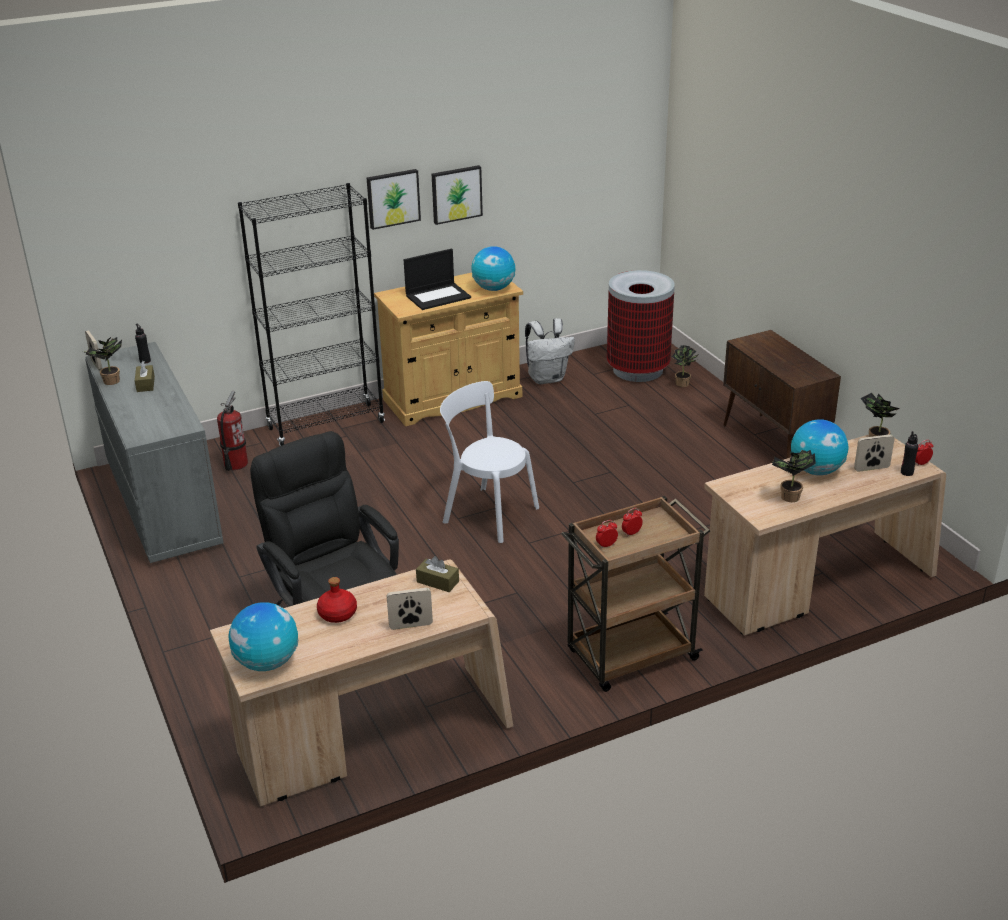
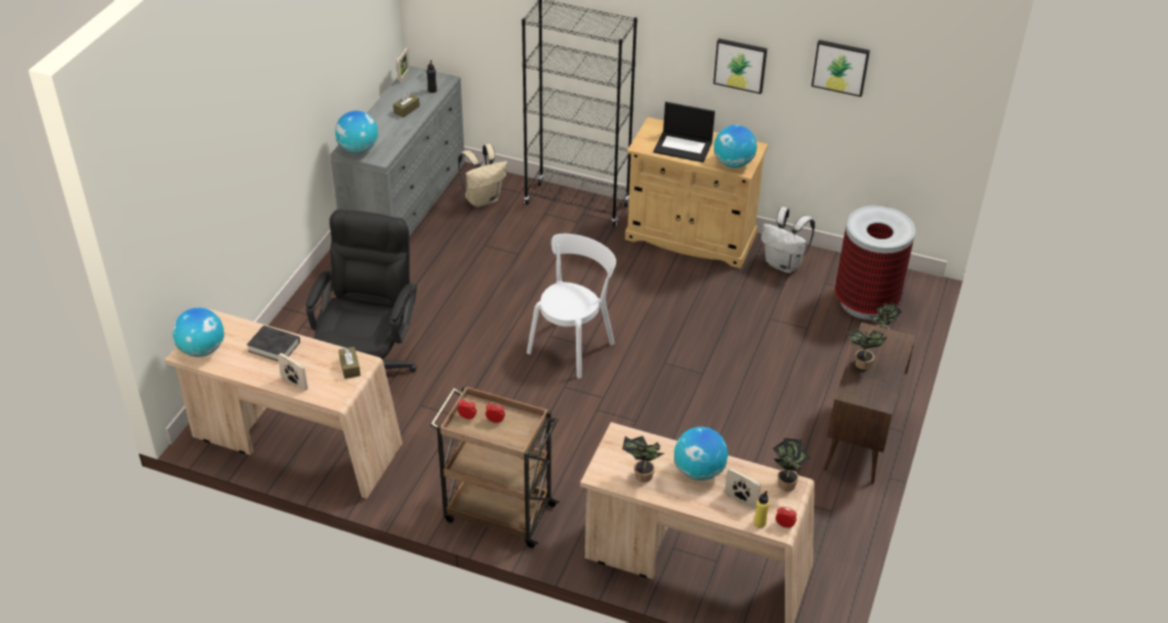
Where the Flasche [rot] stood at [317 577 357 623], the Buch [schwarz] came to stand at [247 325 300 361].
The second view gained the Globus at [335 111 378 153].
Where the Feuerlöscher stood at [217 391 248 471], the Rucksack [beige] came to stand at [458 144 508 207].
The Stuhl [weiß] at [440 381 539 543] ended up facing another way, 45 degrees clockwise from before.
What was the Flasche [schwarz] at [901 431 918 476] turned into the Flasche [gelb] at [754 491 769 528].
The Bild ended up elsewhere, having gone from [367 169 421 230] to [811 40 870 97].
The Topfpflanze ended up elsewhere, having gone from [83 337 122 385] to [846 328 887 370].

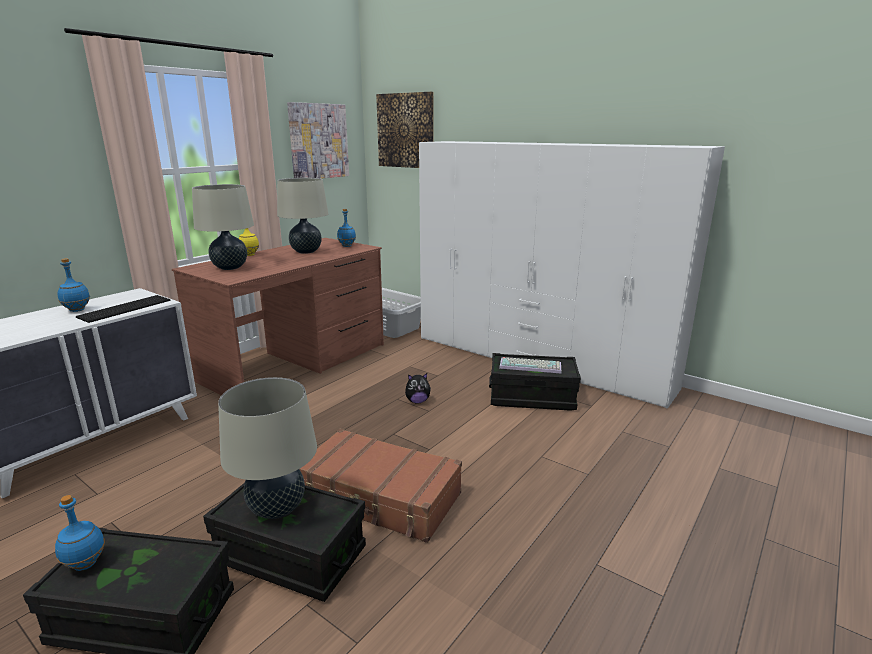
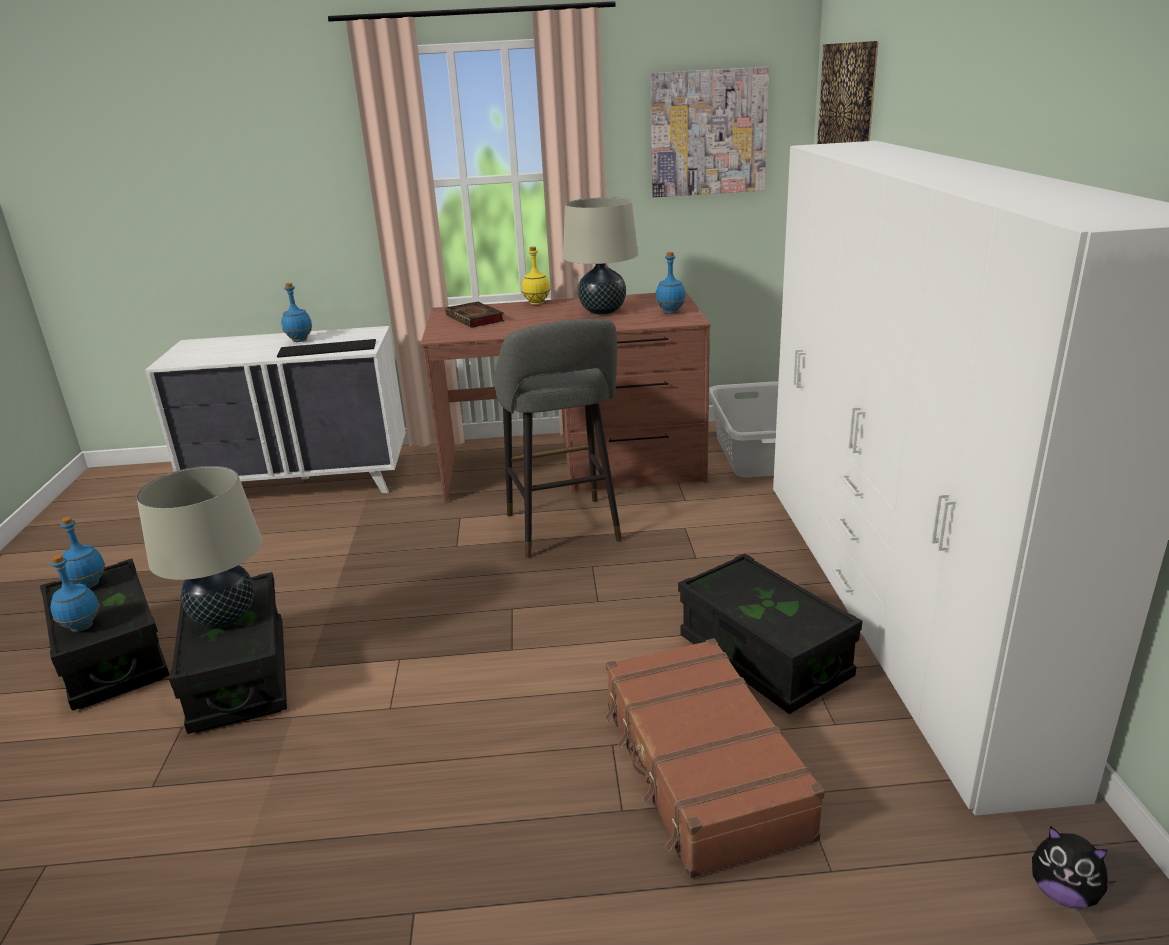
The second view gained the Flasche [blau] at [51 555 99 632].
Where the Tischlampe [beige] stood at [192 184 254 270], the Buch came to stand at [445 302 505 328].
The second view gained the Hocker [grau] at [495 319 622 558].
The Koffer [braun] ended up elsewhere, having gone from [300 429 462 543] to [605 638 825 878].
The Plüschtier ended up elsewhere, having gone from [405 373 431 404] to [1032 826 1116 909].
The second view lost the Tastatur at [499 357 562 374].

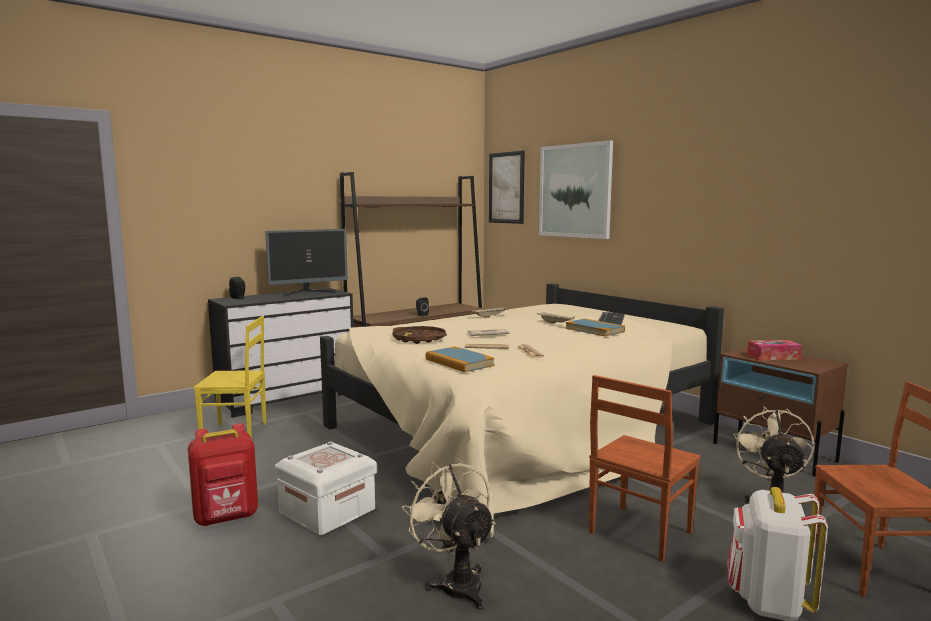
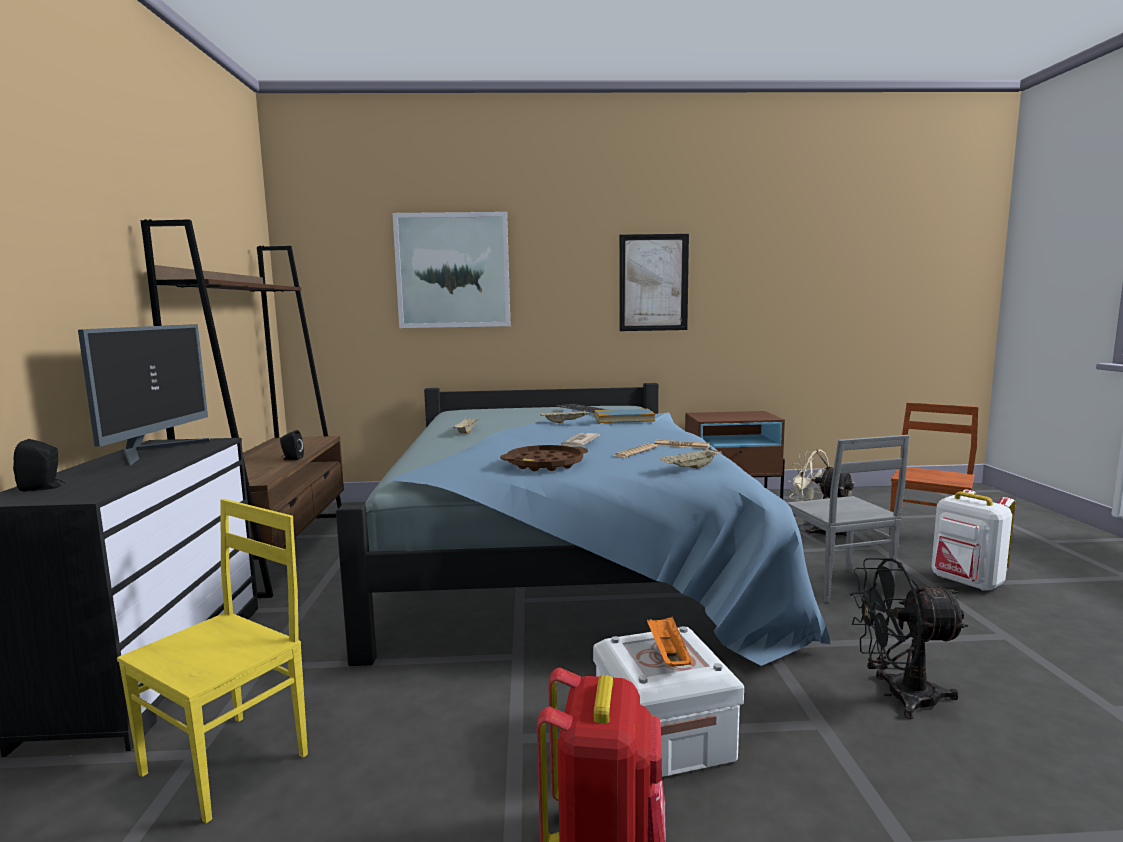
What was the Bett [beige] at [320 283 724 537] turned into the Bett [blau] at [336 383 830 666].
The Bild ended up elsewhere, having gone from [489 151 525 224] to [619 234 689 331].
The second view gained the Tablett [orange] at [647 616 693 667].
Where the Buch stood at [426 347 495 372], the Tablett [beige] came to stand at [659 447 722 469].
What was the Stuhl [braun] at [589 375 700 562] turned into the Stuhl [grau] at [787 435 909 603].
What was the Ventilator [beige] at [402 458 495 610] turned into the Ventilator [schwarz] at [849 558 969 719].
The second view lost the Taschentuchbox at [747 340 802 360].

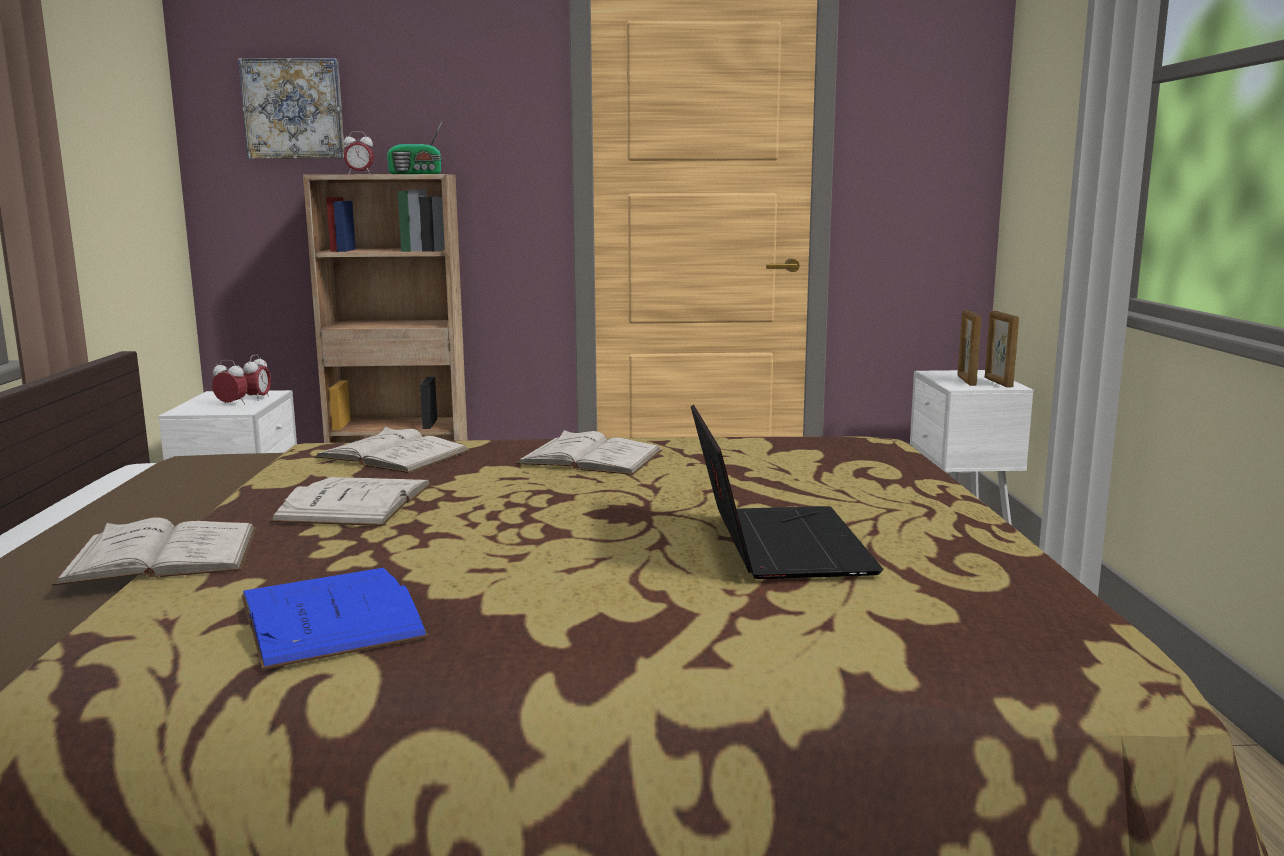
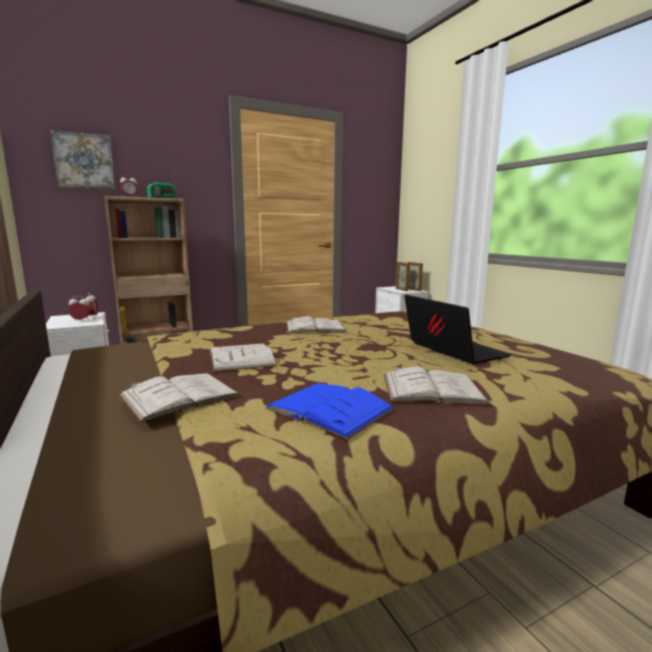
The Buch [weiß] ended up elsewhere, having gone from [314 426 469 473] to [384 366 490 405].

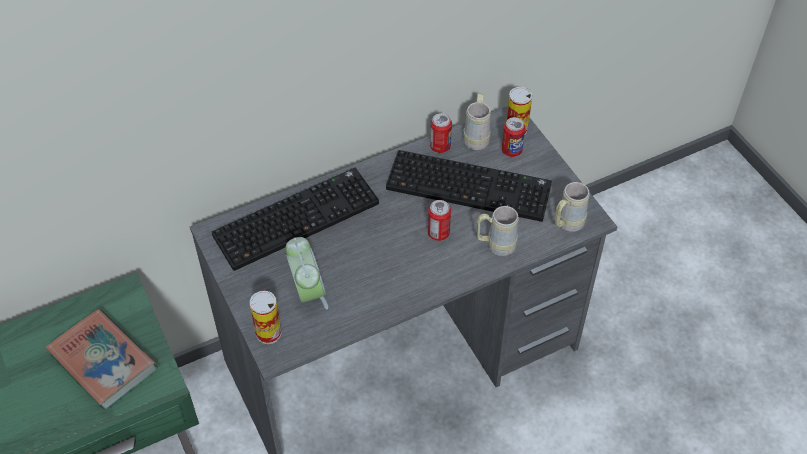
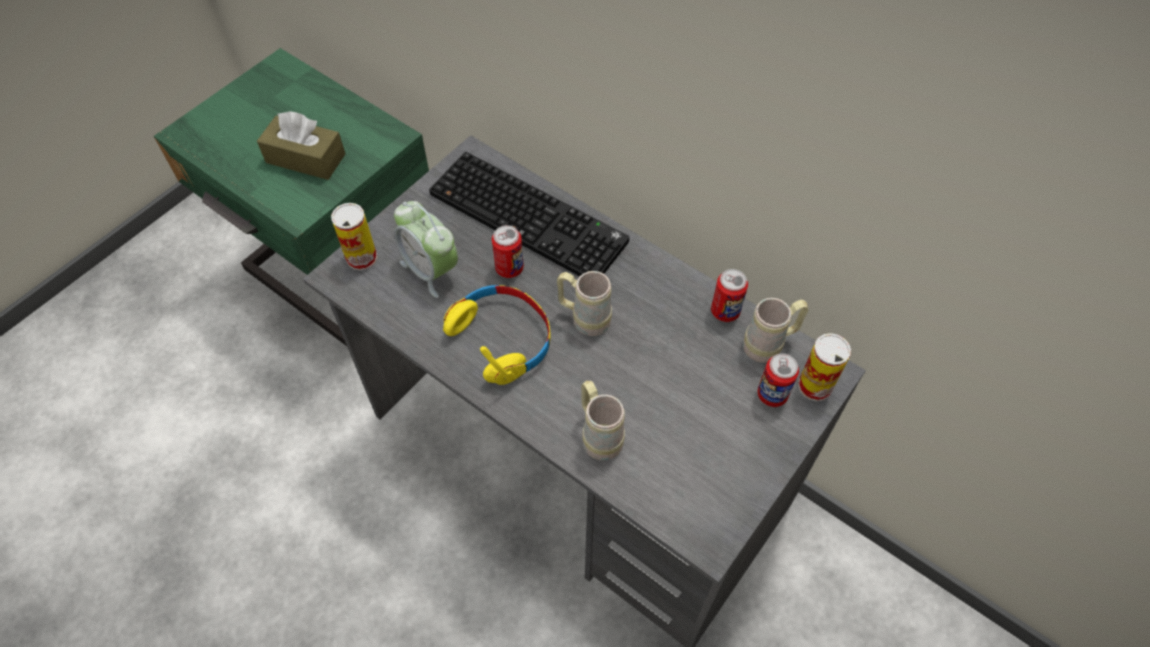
Where the Buch stood at [45 309 158 411], the Taschentuchbox [braun] came to stand at [257 111 345 180].
The Wecker at [286 237 328 309] ended up facing another way, 90 degrees clockwise from before.
The second view gained the Kopfhörer [gelb] at [443 285 551 385].
The Dose ended up elsewhere, having gone from [428 200 451 241] to [492 225 524 278].
The Henkelbecher [beige] ended up elsewhere, having gone from [554 182 590 232] to [557 271 612 336].
The second view lost the Tastatur at [386 150 552 222].

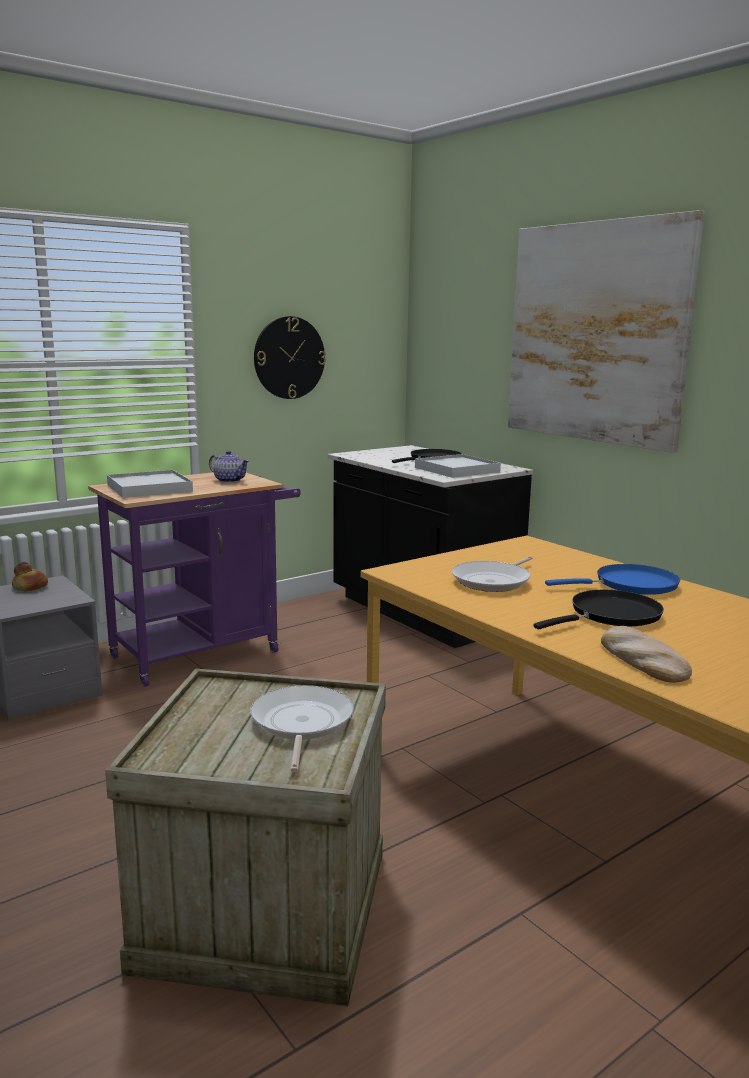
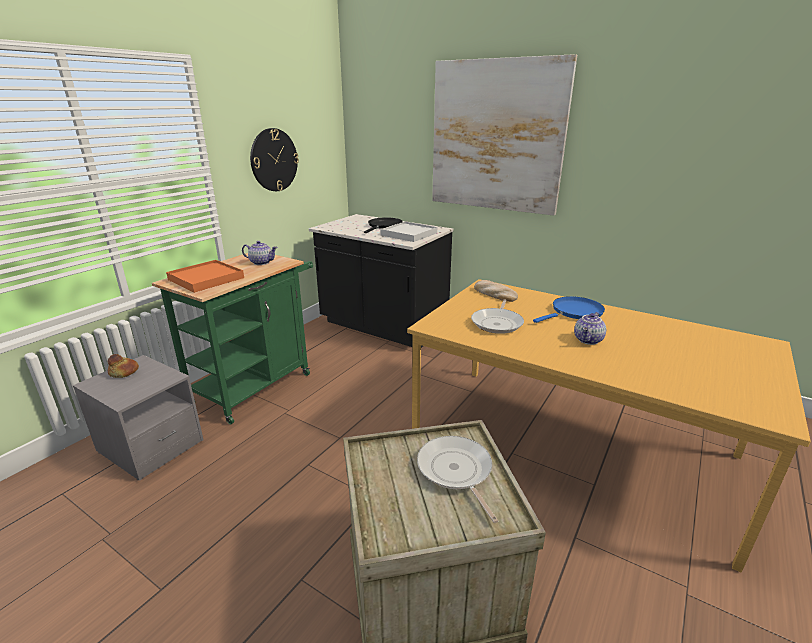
What was the Rollwagen [lila] at [88 472 301 687] turned into the Rollwagen [grün] at [152 253 313 424].
What was the Tablett [weiß] at [107 470 193 498] turned into the Tablett [orange] at [166 260 244 293].
The Brot ended up elsewhere, having gone from [601 626 692 683] to [474 280 518 302].
Where the Pfanne [schwarz] stood at [533 590 664 629], the Teekanne came to stand at [574 312 606 345].

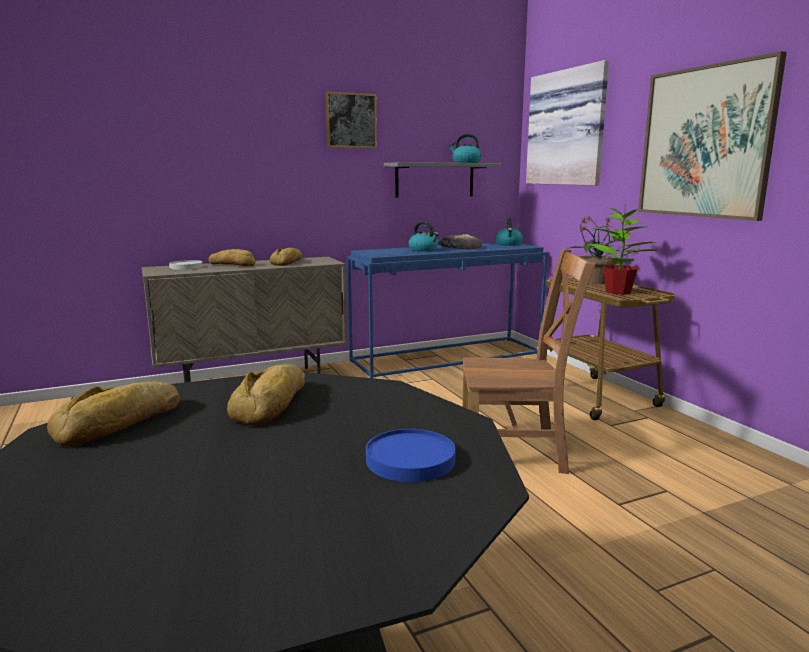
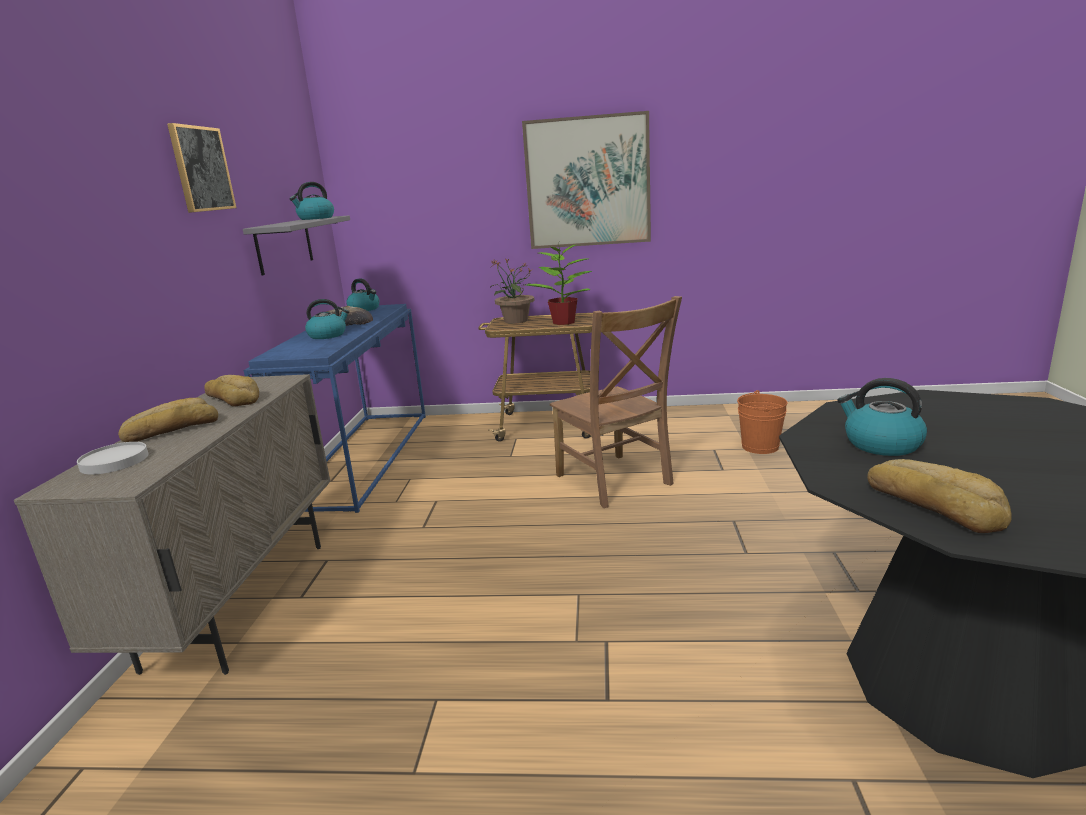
The Stuhl [braun] at [462 249 596 474] ended up facing another way, 120 degrees clockwise from before.
The second view gained the Eimer [orange] at [737 390 788 454].
Where the Brot stood at [227 364 305 426], the Wasserkessel came to stand at [837 378 927 456].
The second view lost the Teller [blau] at [366 429 456 482].
The second view lost the Bild at [526 60 609 186].

